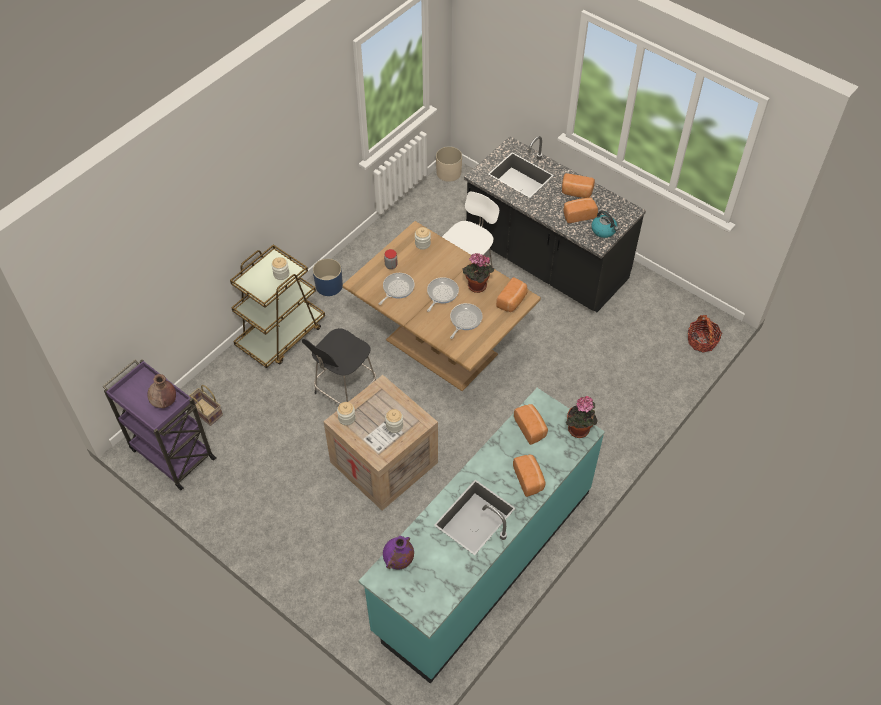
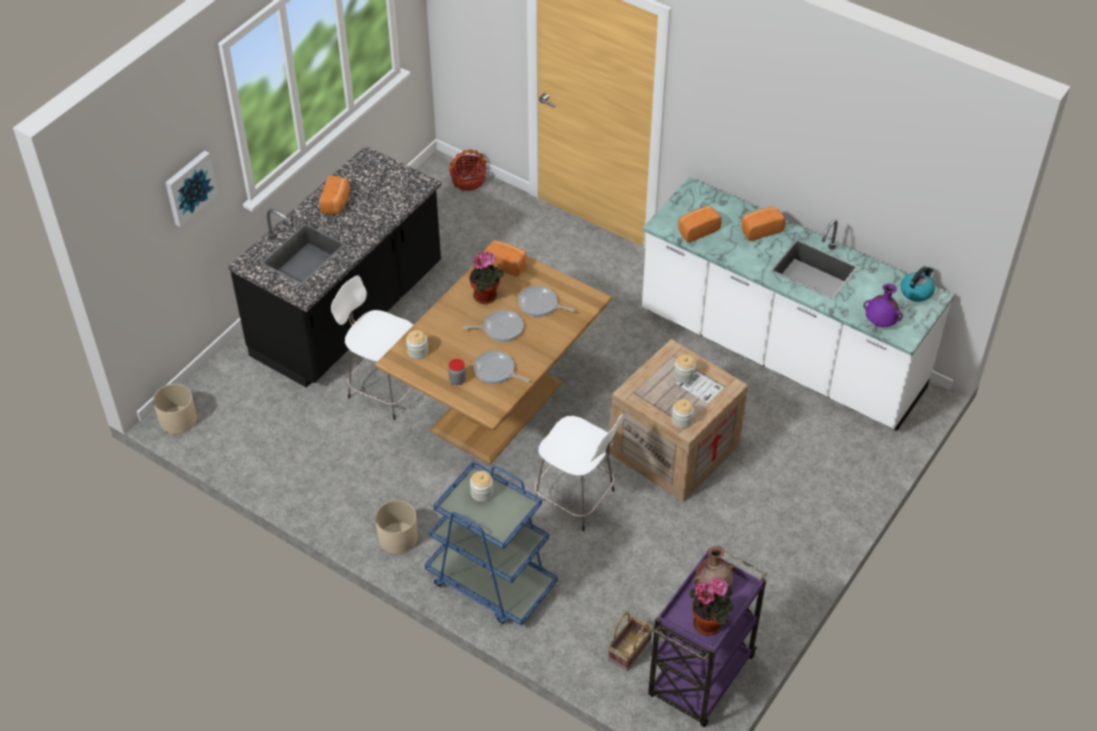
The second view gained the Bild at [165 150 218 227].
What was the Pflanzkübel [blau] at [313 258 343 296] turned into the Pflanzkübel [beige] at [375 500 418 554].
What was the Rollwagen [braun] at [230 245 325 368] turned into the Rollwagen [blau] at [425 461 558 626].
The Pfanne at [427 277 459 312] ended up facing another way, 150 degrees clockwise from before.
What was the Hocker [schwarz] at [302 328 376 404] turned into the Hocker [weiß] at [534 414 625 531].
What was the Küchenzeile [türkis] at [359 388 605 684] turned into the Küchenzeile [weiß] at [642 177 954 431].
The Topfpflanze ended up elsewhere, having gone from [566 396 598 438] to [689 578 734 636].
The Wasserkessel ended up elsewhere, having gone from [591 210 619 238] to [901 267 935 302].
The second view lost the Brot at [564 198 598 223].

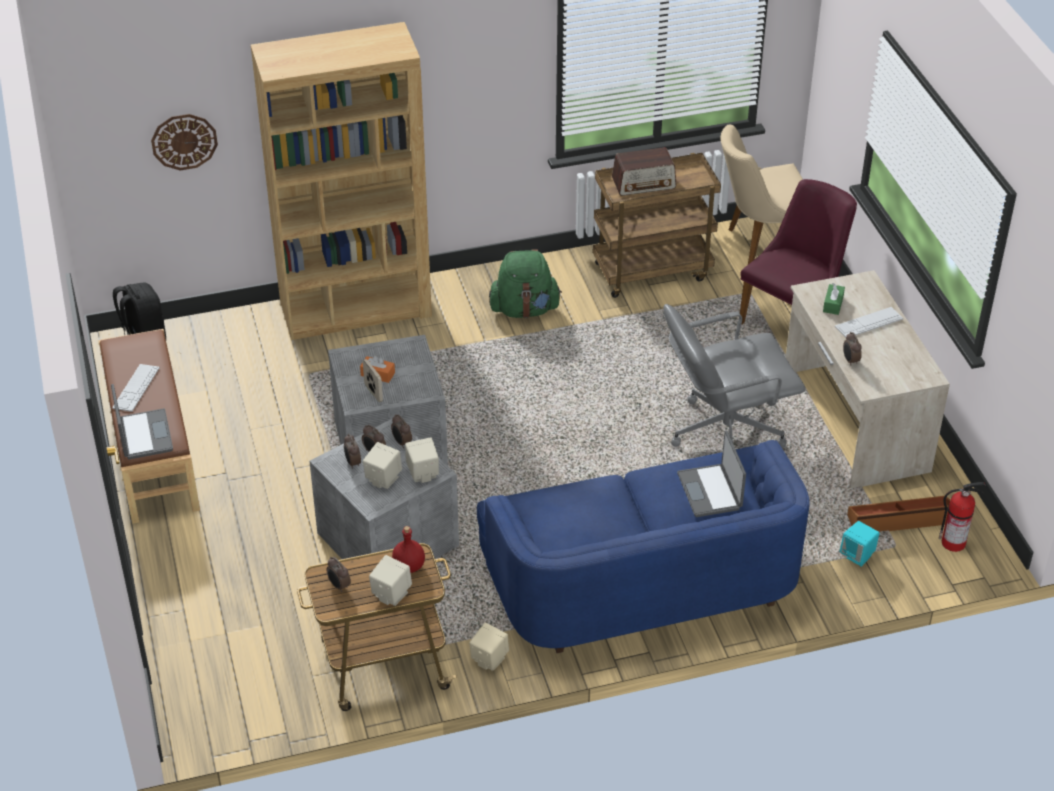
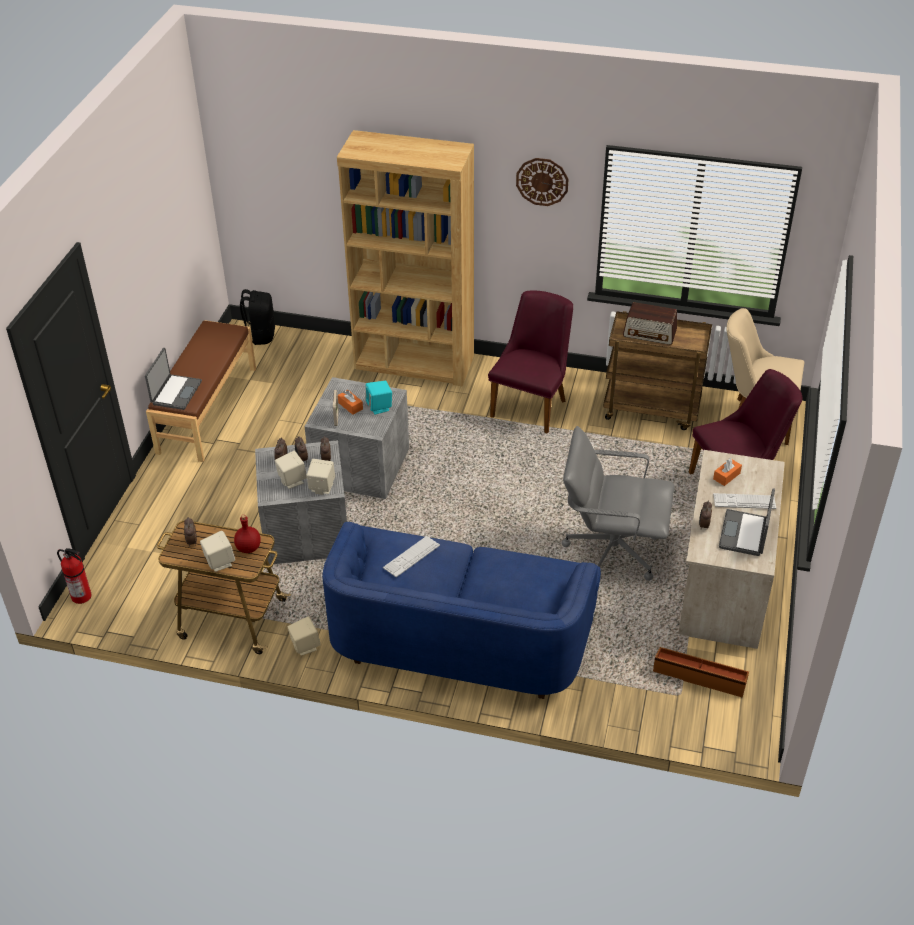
The Feuerlöscher ended up elsewhere, having gone from [939 482 986 552] to [57 548 92 604].
The Lautsprecher [türkis] ended up elsewhere, having gone from [840 521 880 567] to [365 381 392 415].
The Tastatur ended up elsewhere, having gone from [112 364 160 412] to [383 536 440 577].
Where the Rucksack [grün] stood at [489 250 562 318], the Stuhl [lila] came to stand at [488 290 573 434].
The Wanduhr ended up elsewhere, having gone from [151 114 218 170] to [516 158 568 206].
What was the Taschentuchbox [grün] at [823 283 845 315] turned into the Taschentuchbox [orange] at [713 458 742 486].
The Laptop ended up elsewhere, having gone from [677 431 746 517] to [719 488 775 556].

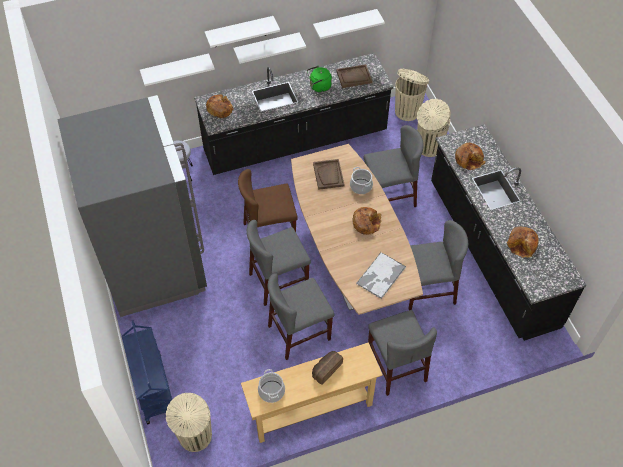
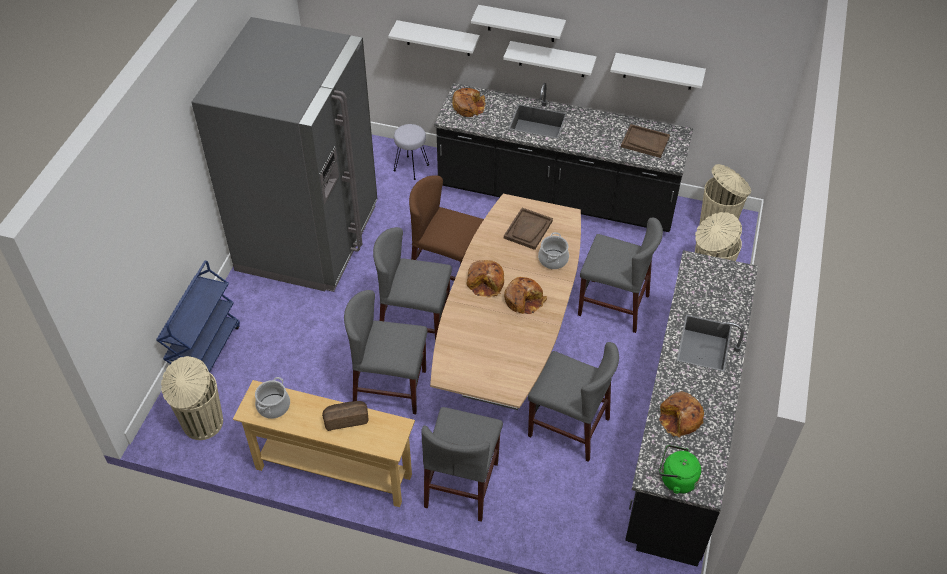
The Brot ended up elsewhere, having gone from [455 143 486 170] to [466 260 504 298].
The Wasserkessel [grün] ended up elsewhere, having gone from [307 66 332 92] to [659 445 701 494].
The second view lost the Tablett at [356 252 406 299].

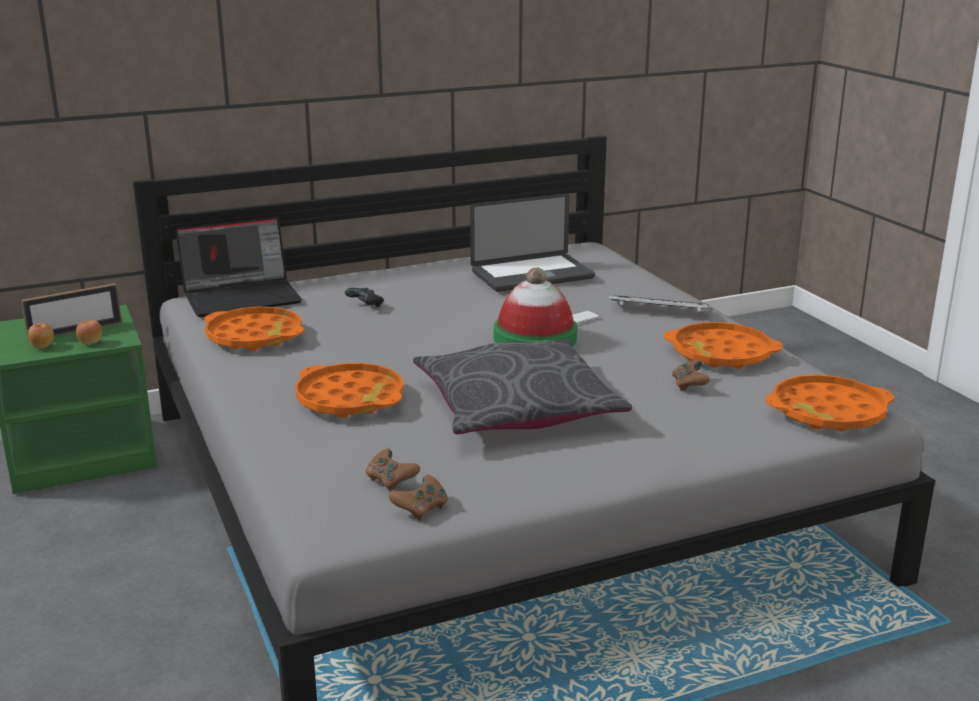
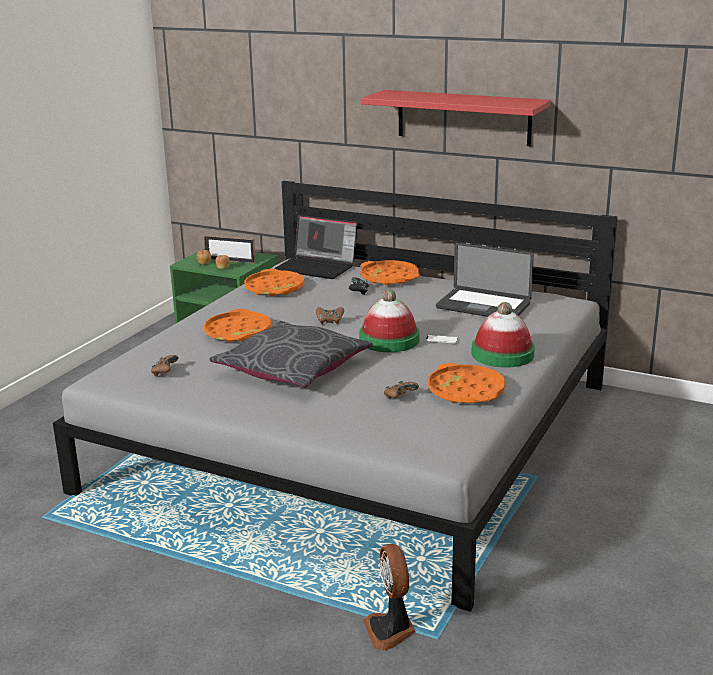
The Gamepad [braun] ended up elsewhere, having gone from [389 475 448 521] to [316 307 344 324].
The second view gained the Wandregal [rot] at [361 90 551 146].
The Tablett [orange] ended up elsewhere, having gone from [765 375 894 431] to [361 260 420 286].
The second view gained the Ventilator at [362 544 416 651].
Where the Tastatur stood at [609 295 711 312], the Hut came to stand at [472 302 535 368].

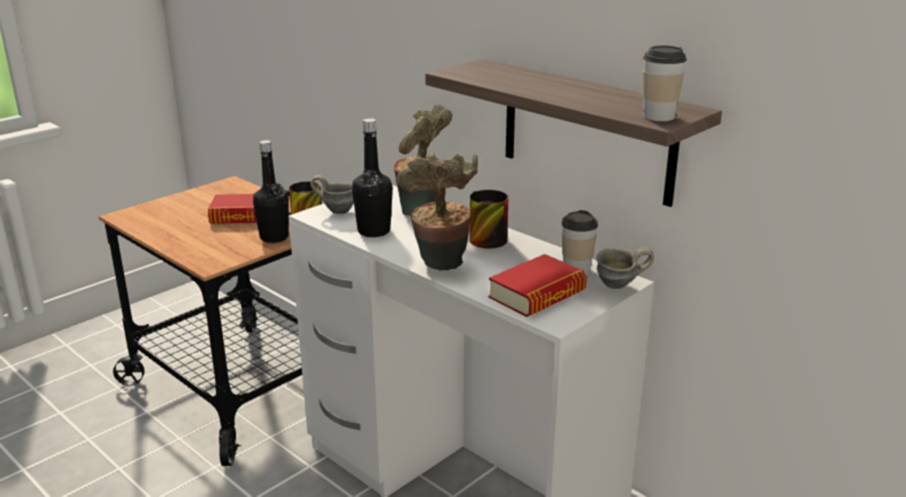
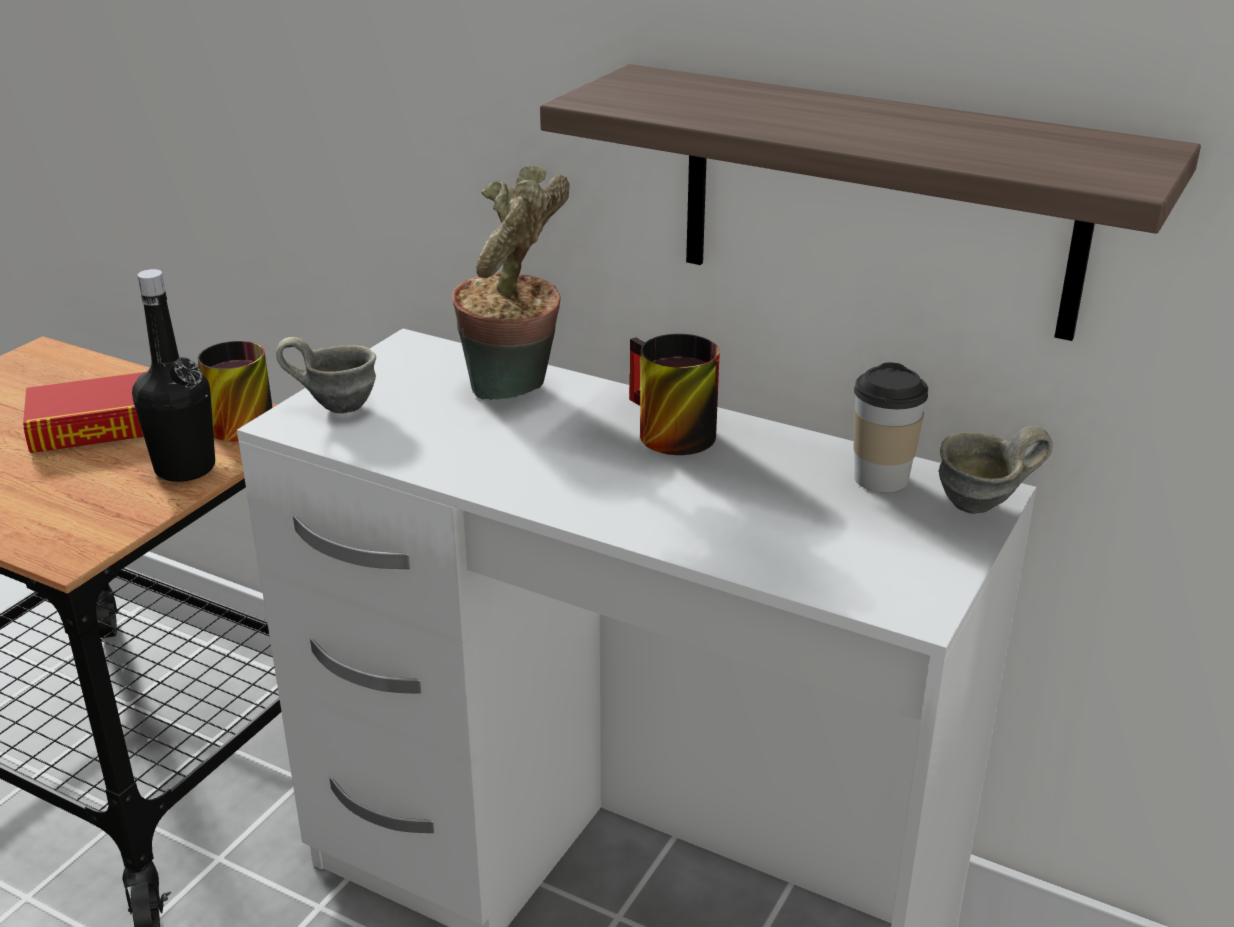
The second view lost the Flasche [schwarz] at [352 118 393 237].
The second view lost the Topfpflanze at [396 152 478 271].
The second view lost the Buch at [489 254 587 317].
The second view lost the Tasse at [643 45 687 121].

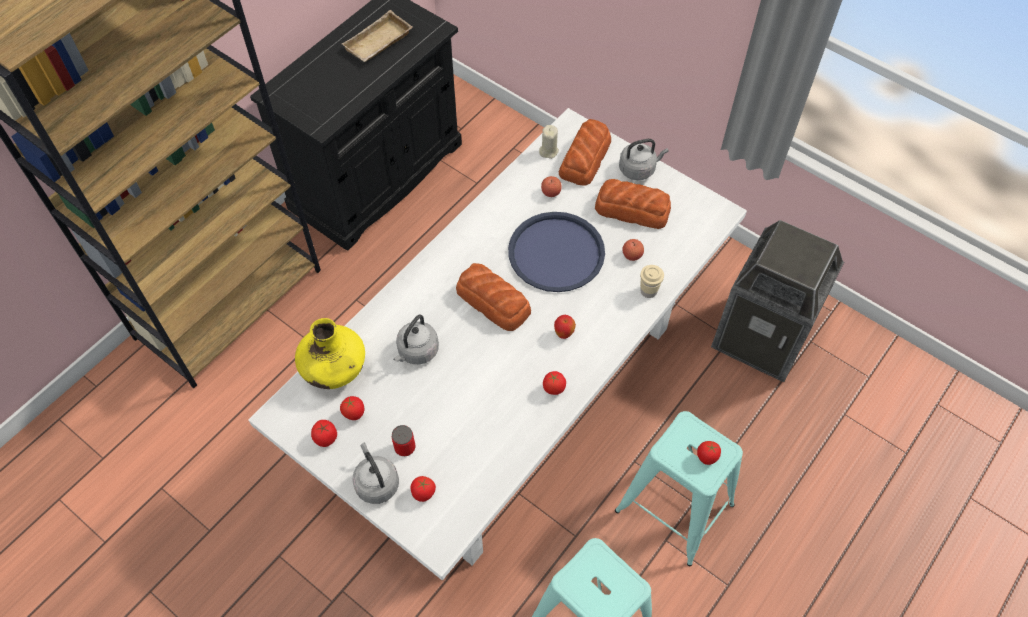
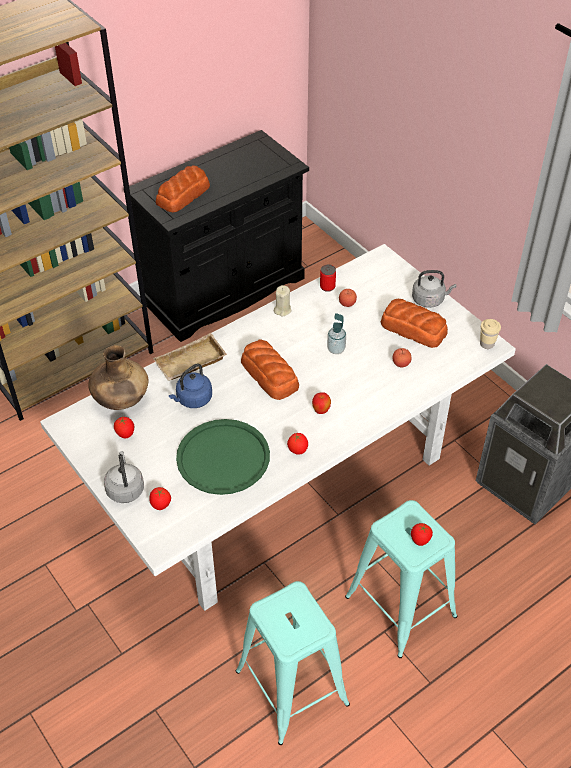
What was the Vase [gelb] at [295 318 365 389] turned into the Vase [braun] at [88 345 149 410].
The Tablett [beige] ended up elsewhere, having gone from [342 10 412 62] to [153 333 227 381].
The Brot ended up elsewhere, having gone from [559 119 611 186] to [156 165 210 212].
What was the Wasserkessel [grau] at [393 315 439 364] turned into the Wasserkessel [blau] at [169 363 212 408].
The second view gained the Tablett [grün] at [176 419 270 495].
The Kerze [beige] ended up elsewhere, having gone from [539 125 559 159] to [274 285 292 316].
The Dose ended up elsewhere, having gone from [392 425 416 456] to [320 265 336 292].
Where the Tablett [blau] stood at [508 212 605 292], the Seifenspender came to stand at [327 313 346 354].
The Tasse [beige] ended up elsewhere, having gone from [640 265 664 298] to [480 319 501 349].
The second view lost the Tomate at [311 420 337 447].

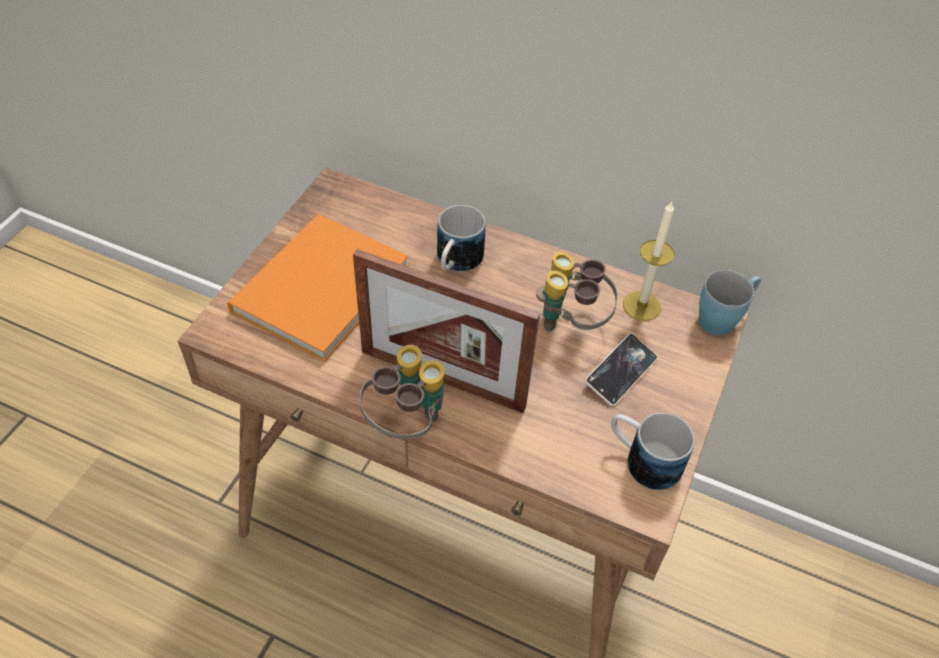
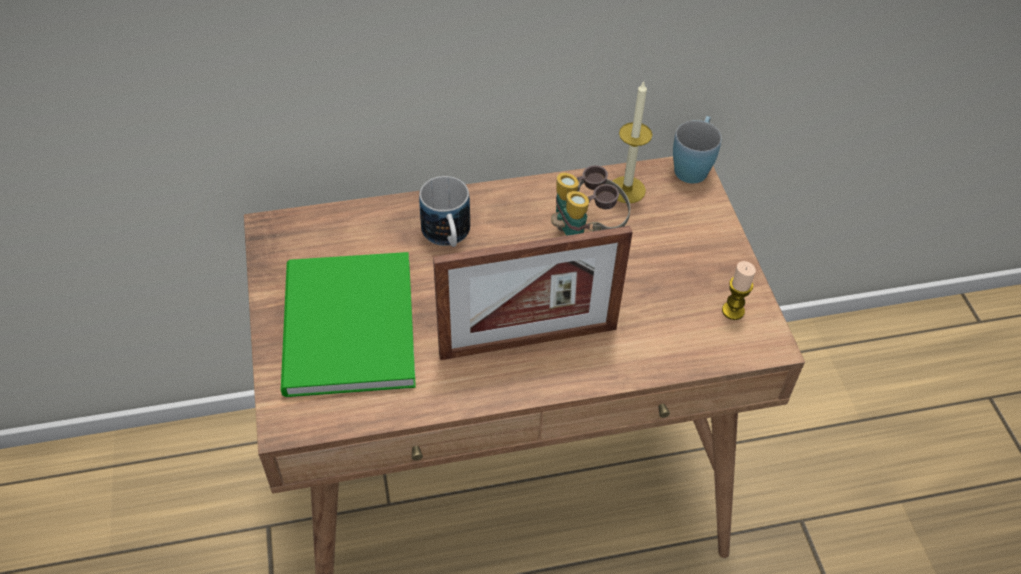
What was the Buch [orange] at [227 214 409 361] turned into the Buch [grün] at [281 252 416 397].
Where the Henkelbecher stood at [611 413 695 490], the Kerze came to stand at [722 261 756 320].
The second view lost the Fernglas at [360 345 445 439].
The second view lost the Handy at [585 334 657 406].

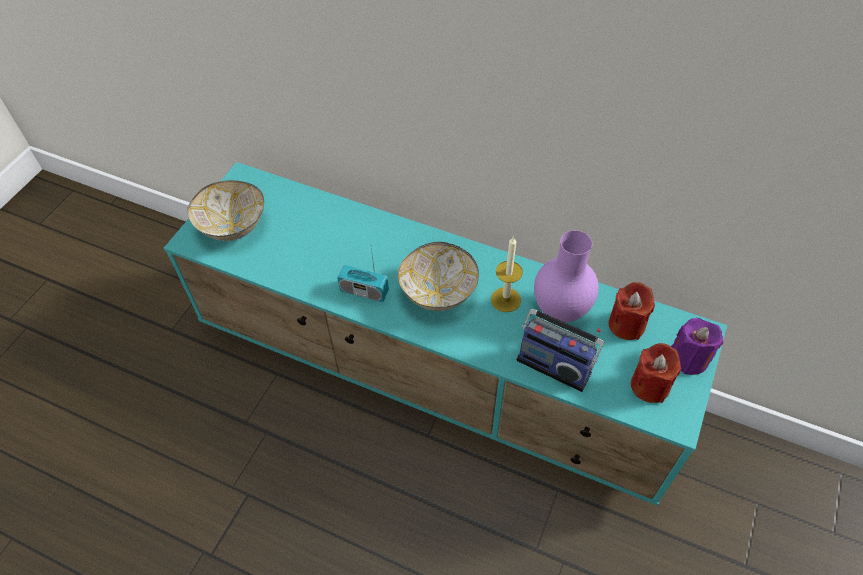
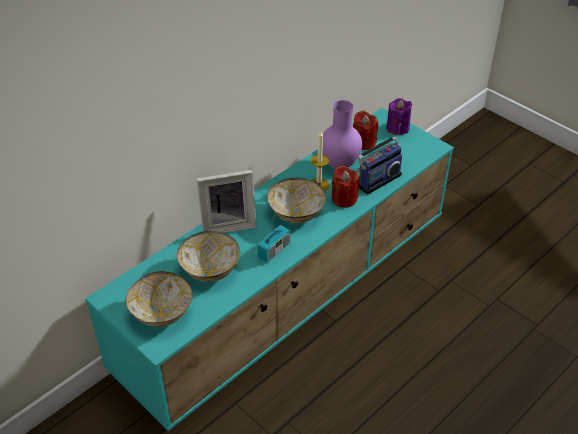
The second view gained the Schüssel at [176 231 240 282].
The second view gained the Bilderrahmen at [197 170 256 233].
The Kerze [rot] ended up elsewhere, having gone from [631 343 681 403] to [332 165 360 208].

